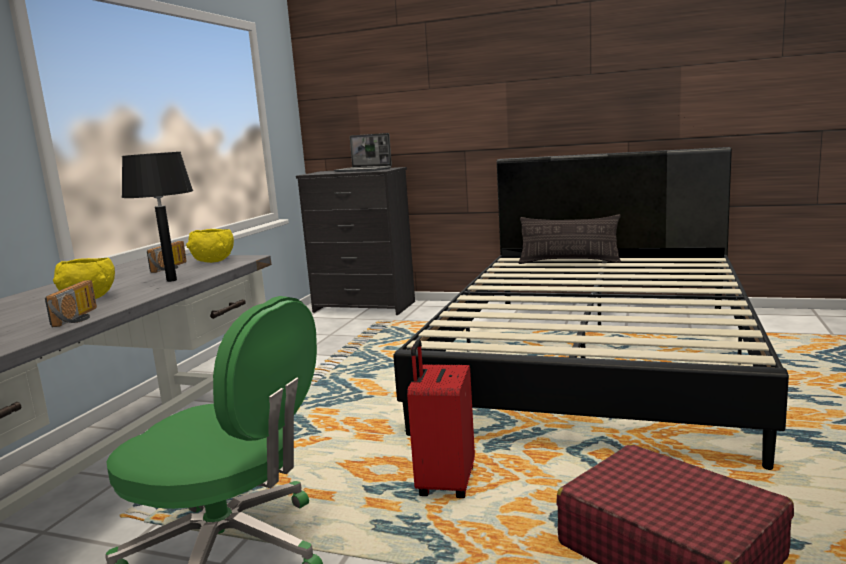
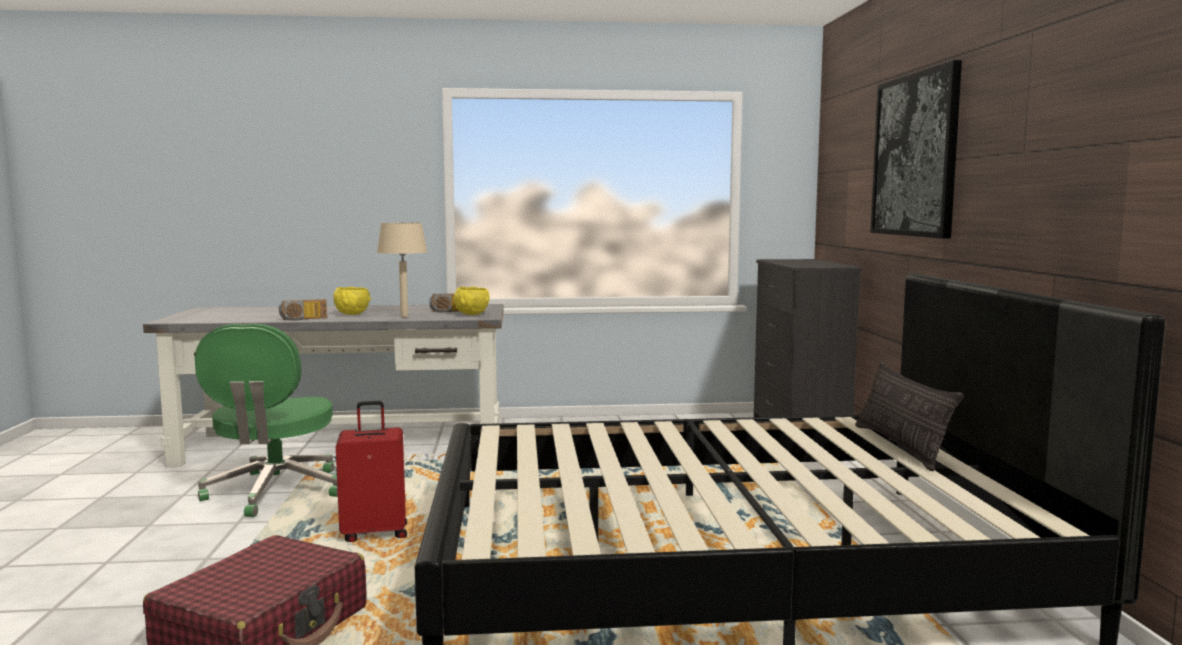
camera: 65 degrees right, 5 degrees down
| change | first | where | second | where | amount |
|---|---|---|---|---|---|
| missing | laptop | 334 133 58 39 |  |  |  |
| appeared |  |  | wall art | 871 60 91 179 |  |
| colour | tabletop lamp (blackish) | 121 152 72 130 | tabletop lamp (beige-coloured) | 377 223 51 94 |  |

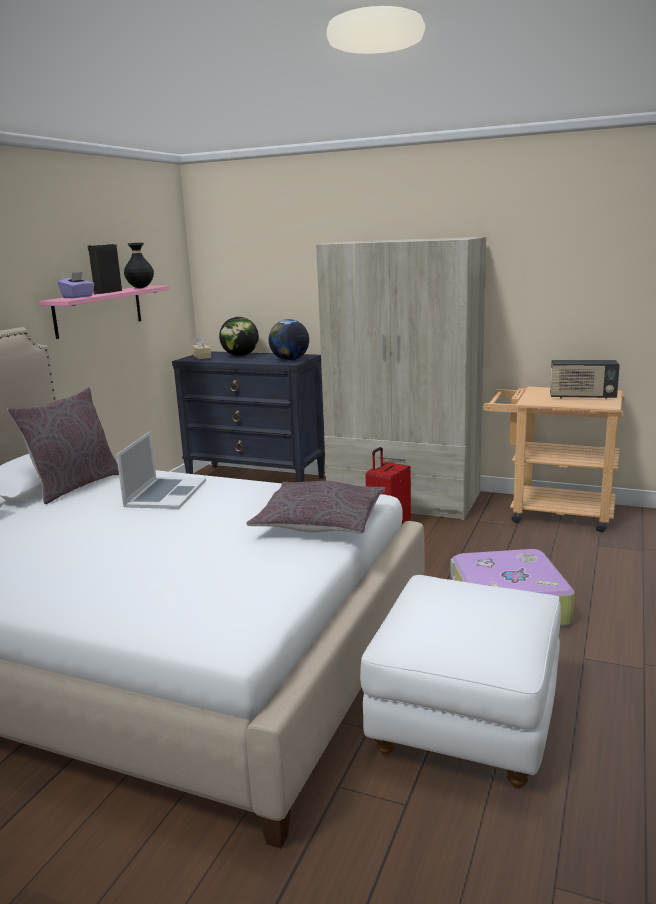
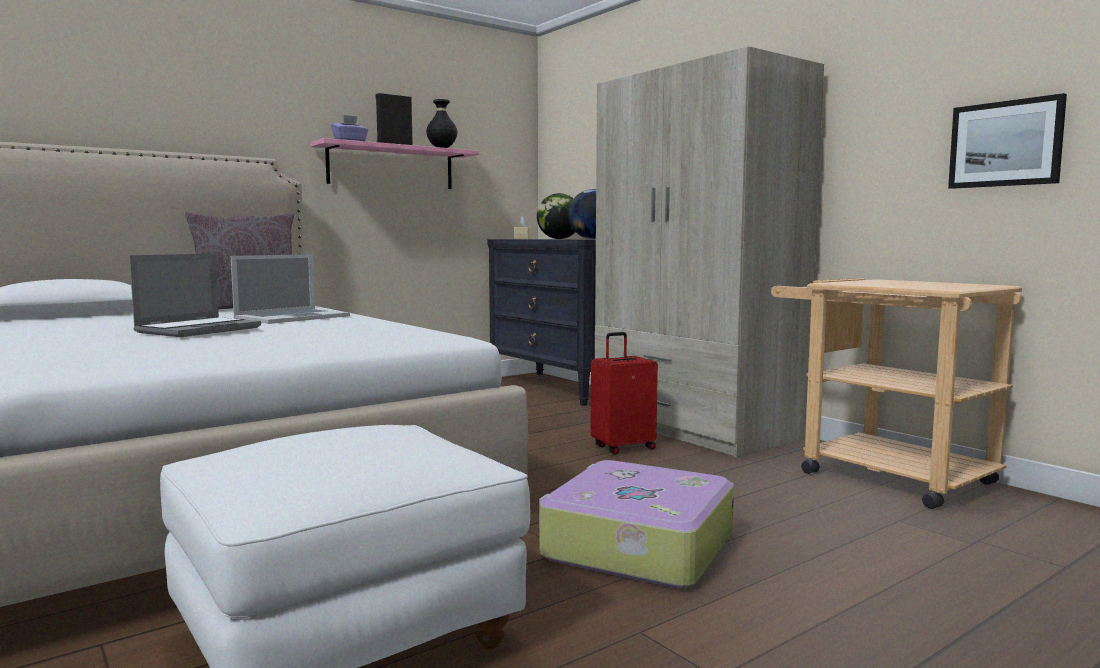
camera: 30 degrees right, 10 degrees down
| change | first | where | second | where | amount |
|---|---|---|---|---|---|
| missing | cushion (greyish) | 246 481 140 53 |  |  |  |
| missing | radio set | 550 360 70 39 |  |  |  |
| appeared |  |  | laptop | 129 254 132 83 |  |
| appeared |  |  | wall art | 948 93 119 96 |  |

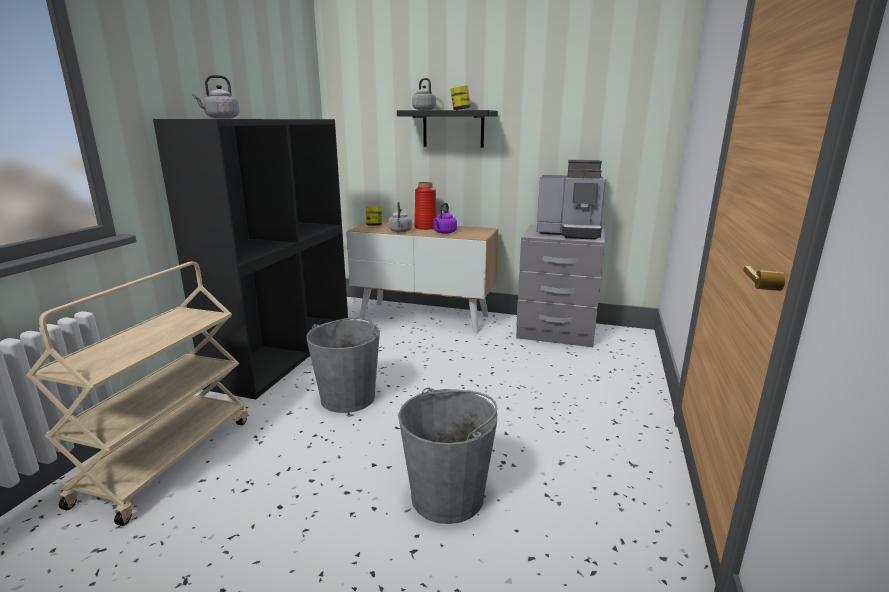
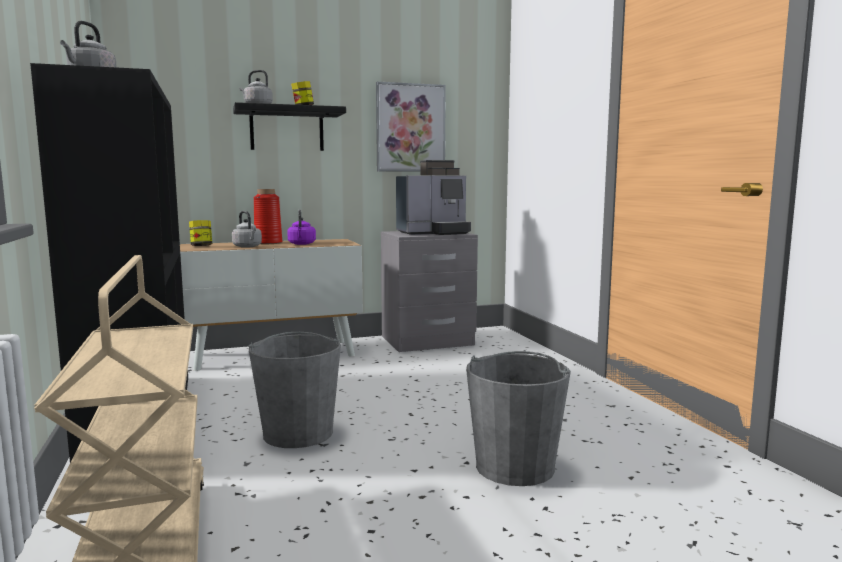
camera: 35 degrees left, 10 degrees down
| change | first | where | second | where | amount |
|---|---|---|---|---|---|
| appeared |  |  | wall art | 376 81 70 91 |  |

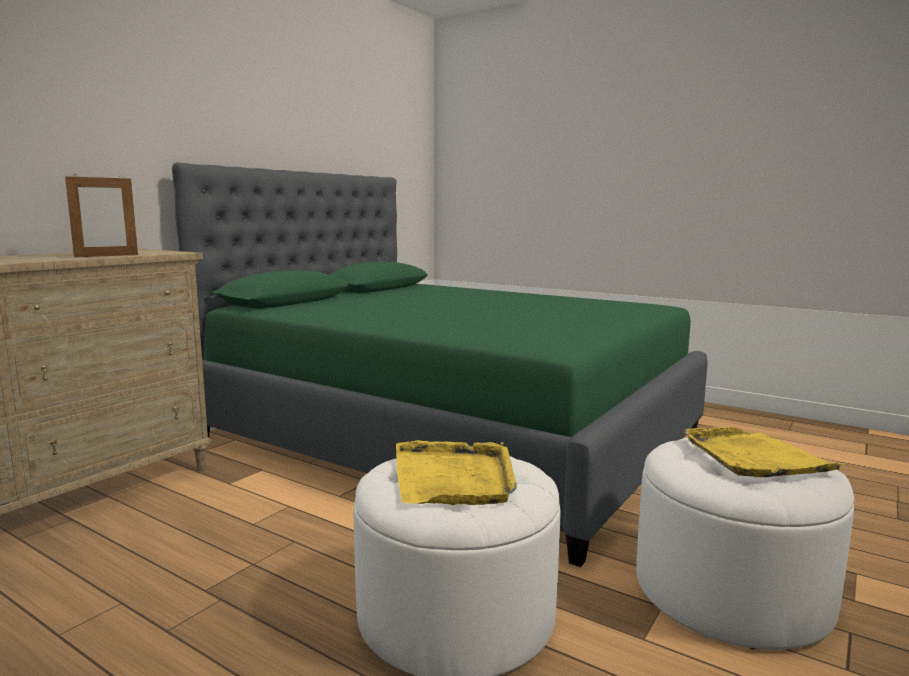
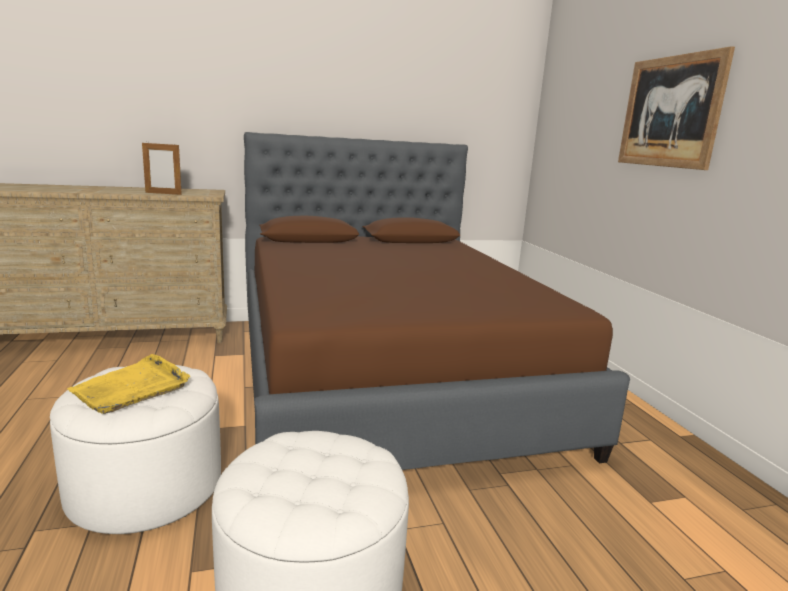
camera: 40 degrees right, 5 degrees up
| change | first | where | second | where | amount |
|---|---|---|---|---|---|
| missing | carrying tray (yellow-coloured) | 684 427 162 50 |  |  |  |
| appeared |  |  | wall art | 618 46 117 124 |  |
| colour | sleeping bed (greenish) | 172 162 536 405 | sleeping bed (brownish) | 244 132 386 338 |  |

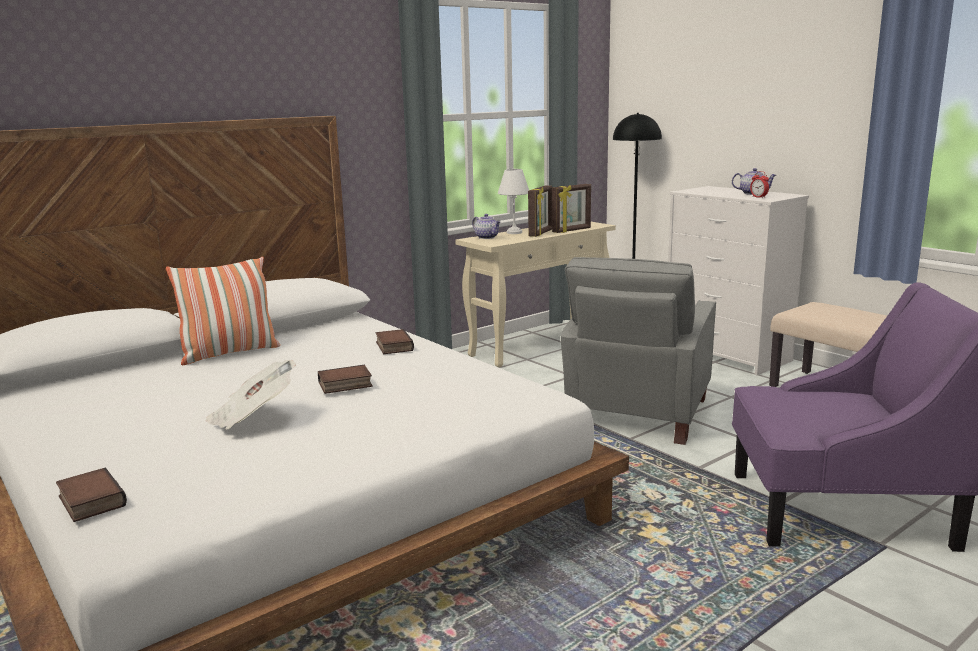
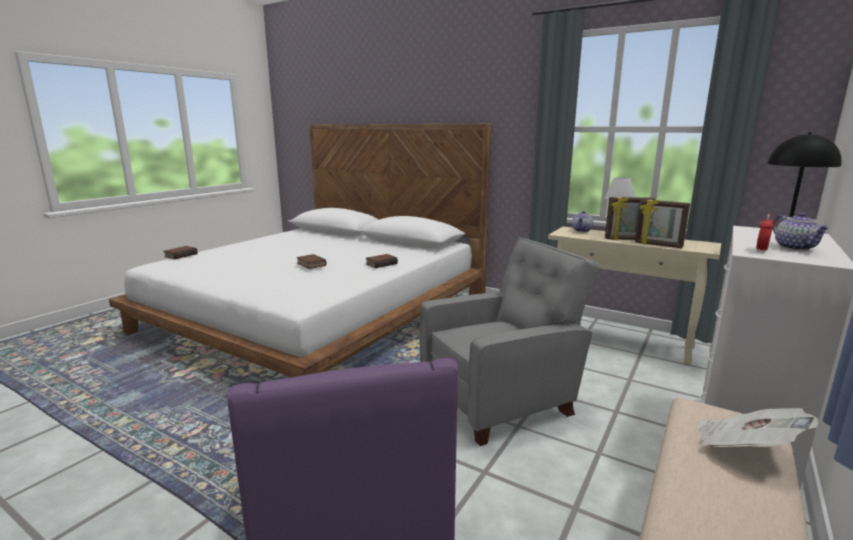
camera: 70 degrees right, 0 degrees up
| change | first | where | second | where | amount |
|---|---|---|---|---|---|
| missing | cushion | 166 257 114 108 |  |  |  |
| relocated | daily paper | 206 360 90 69 |  | 698 408 121 39 |  |
| spun | easy chair (greyish) | 561 257 155 188 |  | 420 237 179 209 | 150 degrees clockwise |

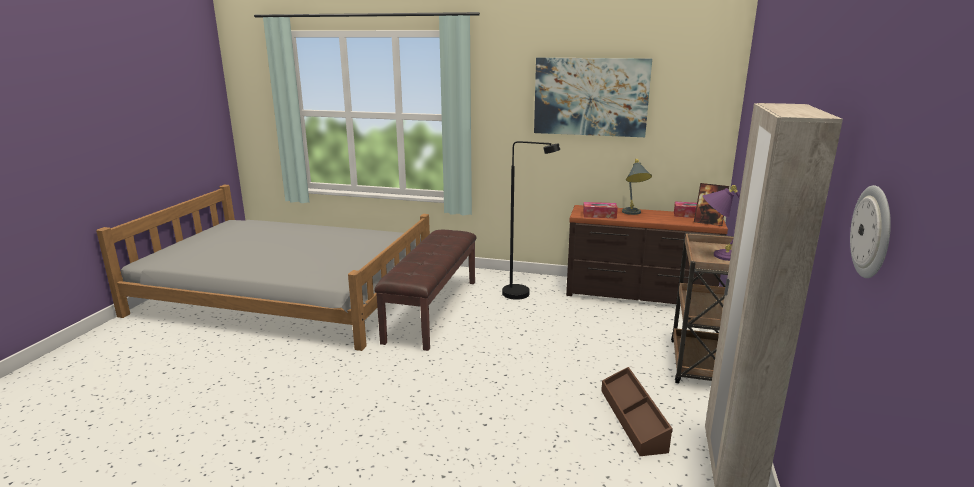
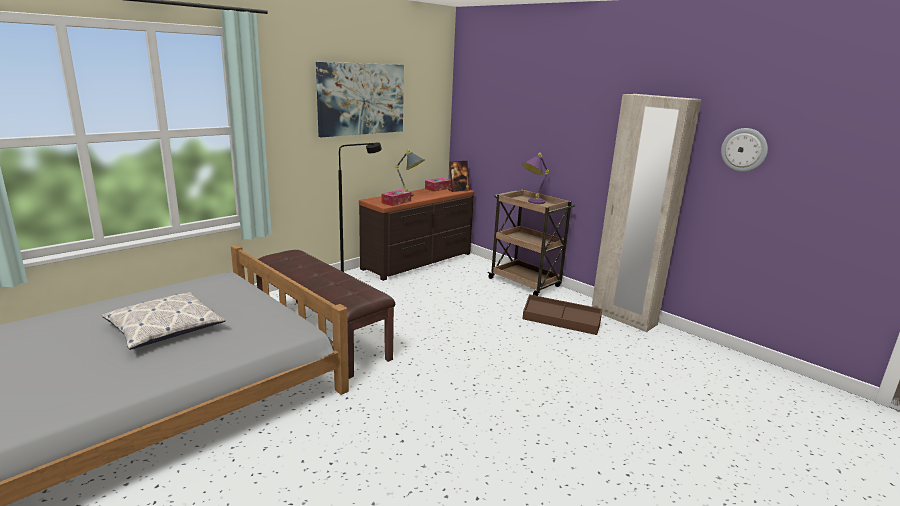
camera: 60 degrees left, 0 degrees up
| change | first | where | second | where | amount |
|---|---|---|---|---|---|
| appeared |  |  | cushion | 102 292 124 58 |  |

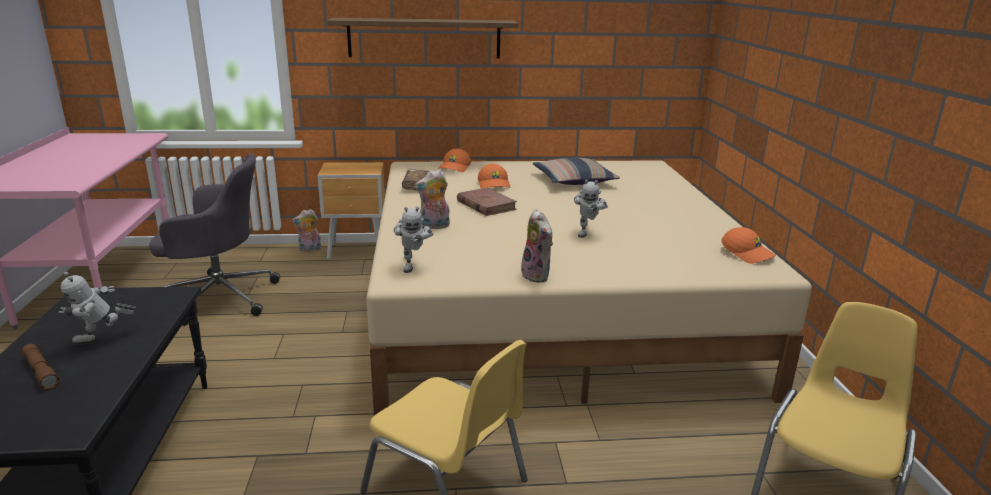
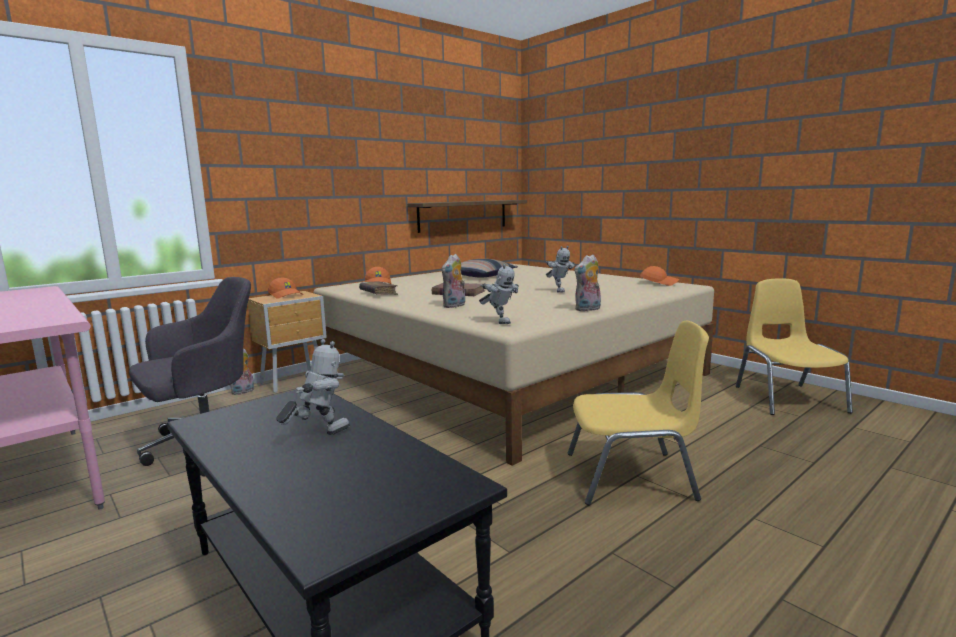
camera: 35 degrees left, 10 degrees down
| change | first | where | second | where | amount |
|---|---|---|---|---|---|
| missing | torch (brownish) | 22 344 37 46 |  |  |  |
| relocated | bracket shelf | 327 18 191 41 |  | 407 200 120 33 |  |
| relocated | peaked cap (orangey) | 478 164 33 24 |  | 268 278 35 21 |  |
| spun | model robot | 58 272 78 73 |  | 276 339 74 96 | 150 degrees counterclockwise |
| spun | cuddly toy | 519 209 34 73 |  | 574 254 27 57 | 120 degrees clockwise |

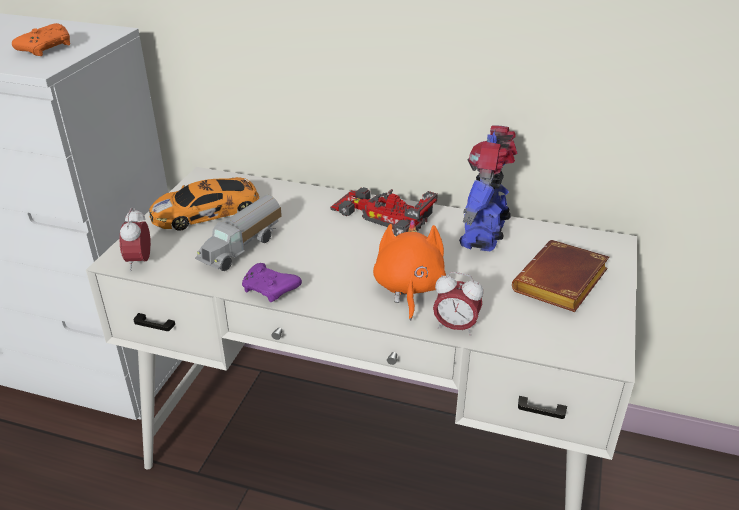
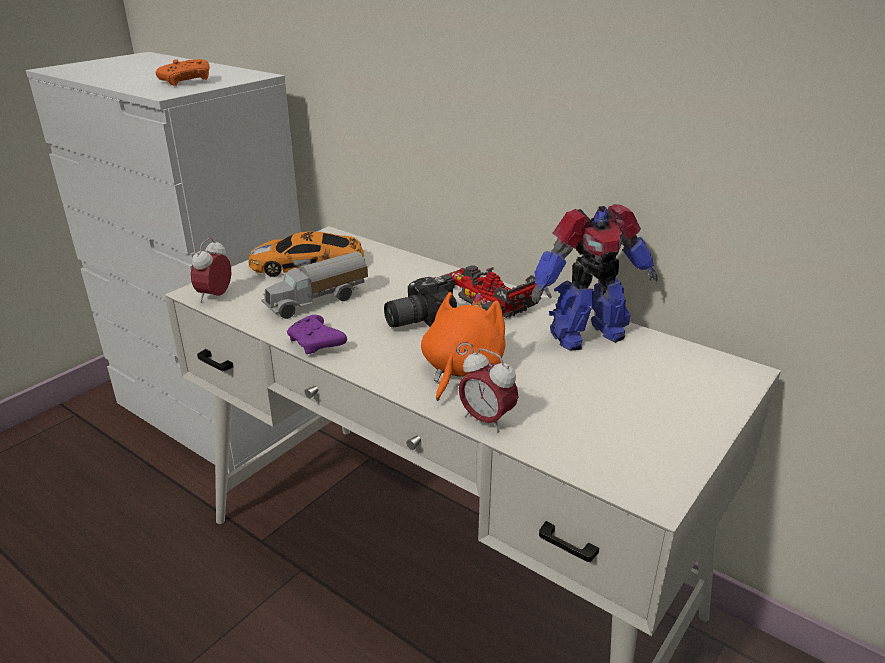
camera: 20 degrees right, 5 degrees down
| change | first | where | second | where | amount |
|---|---|---|---|---|---|
| missing | bound book (brownish) | 512 240 97 72 |  |  |  |
| appeared |  |  | photo camera | 384 277 73 50 |  |
| spun | model robot | 459 125 59 127 |  | 531 204 127 147 | 150 degrees counterclockwise |

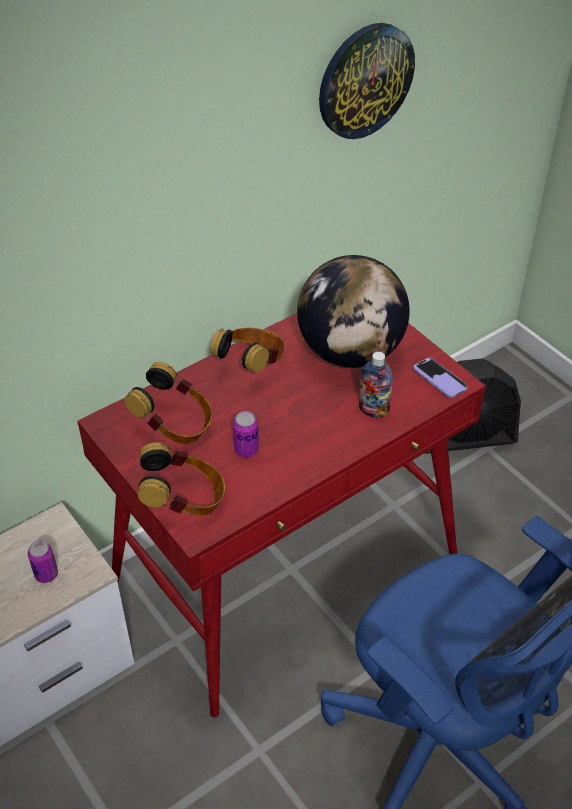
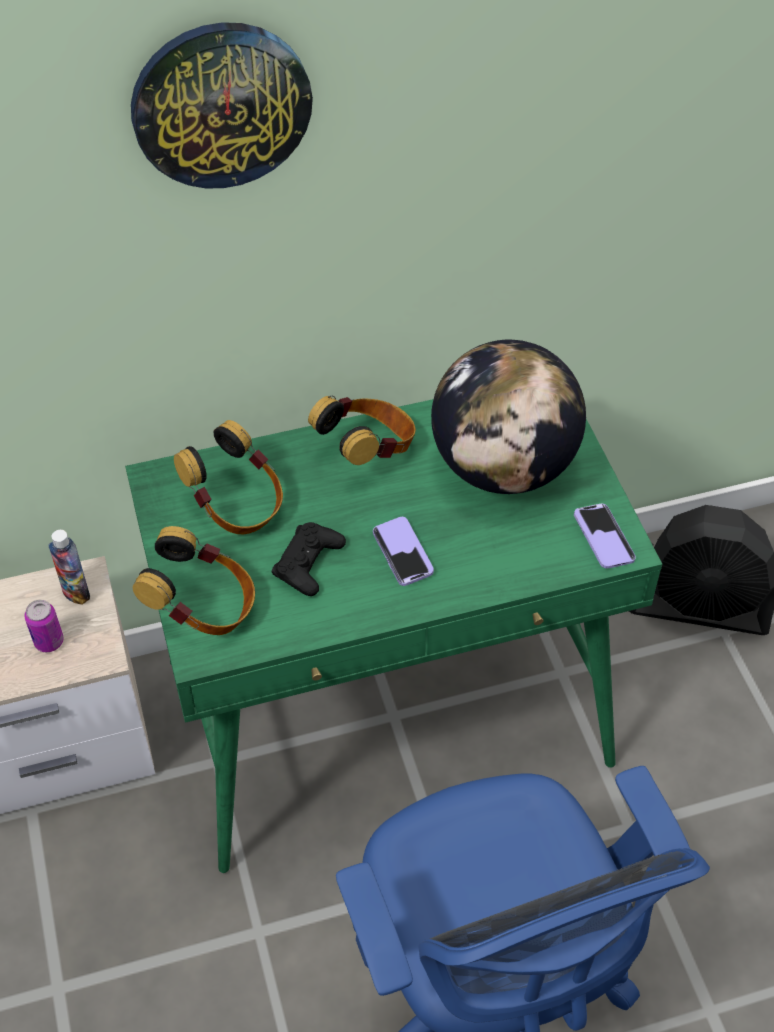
camera: 20 degrees right, 5 degrees up
| change | first | where | second | where | amount |
|---|---|---|---|---|---|
| appeared |  |  | telephone | 373 517 61 69 |  |
| relocated | clock on the wall | 319 23 96 116 |  | 131 22 182 166 |  |
| relocated | bottle | 359 352 34 66 |  | 49 530 41 75 |  |
| exchanged | can | 233 411 26 47 | joypad (blackish) | 272 522 74 74 |  |
| colour | desk unit (reddish) | 77 313 409 405 | desk unit (greenish) | 125 399 537 474 |  |

